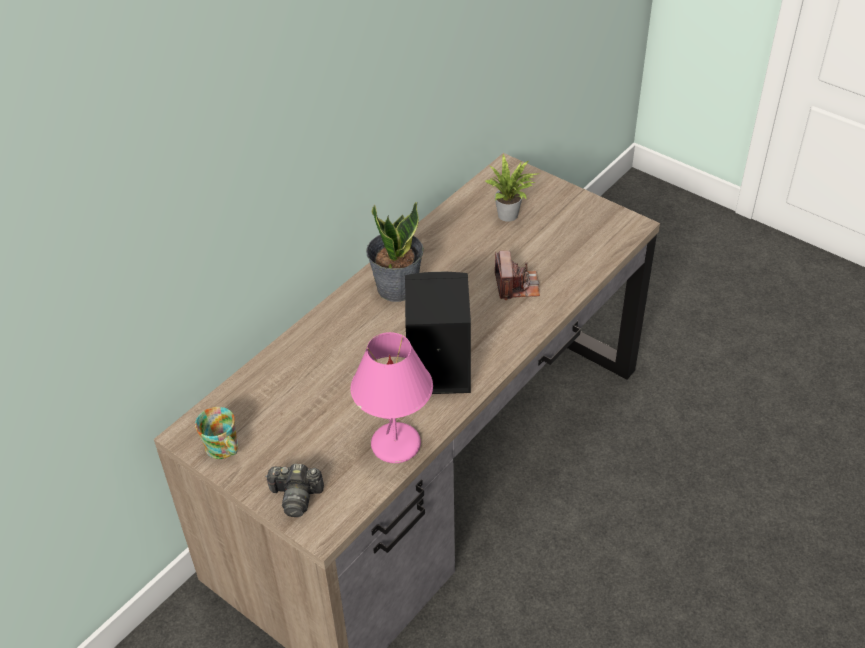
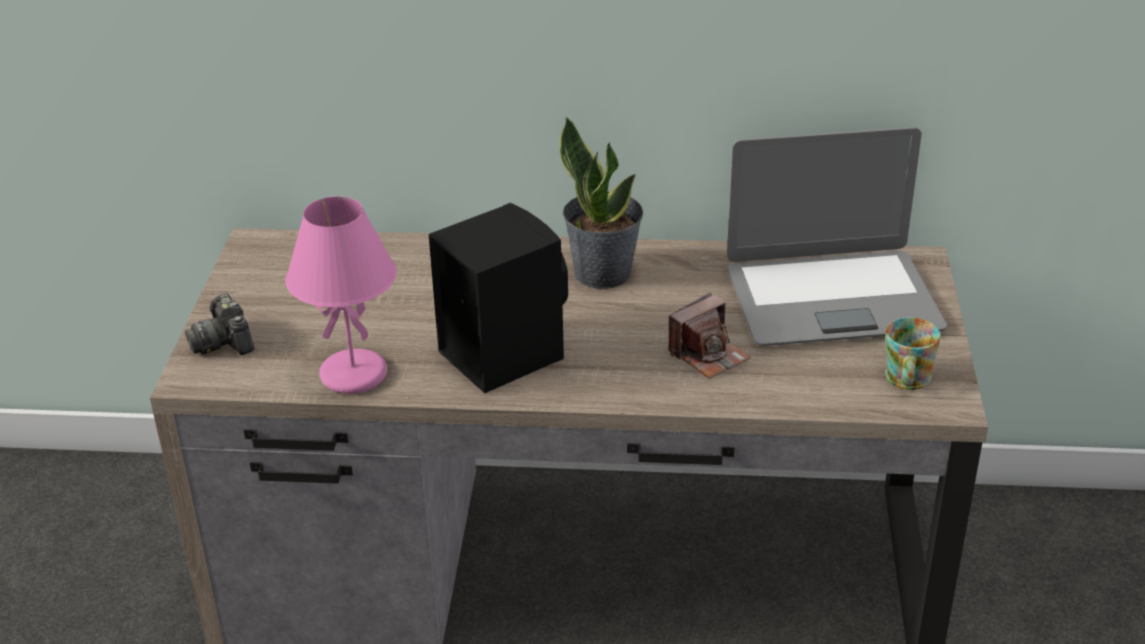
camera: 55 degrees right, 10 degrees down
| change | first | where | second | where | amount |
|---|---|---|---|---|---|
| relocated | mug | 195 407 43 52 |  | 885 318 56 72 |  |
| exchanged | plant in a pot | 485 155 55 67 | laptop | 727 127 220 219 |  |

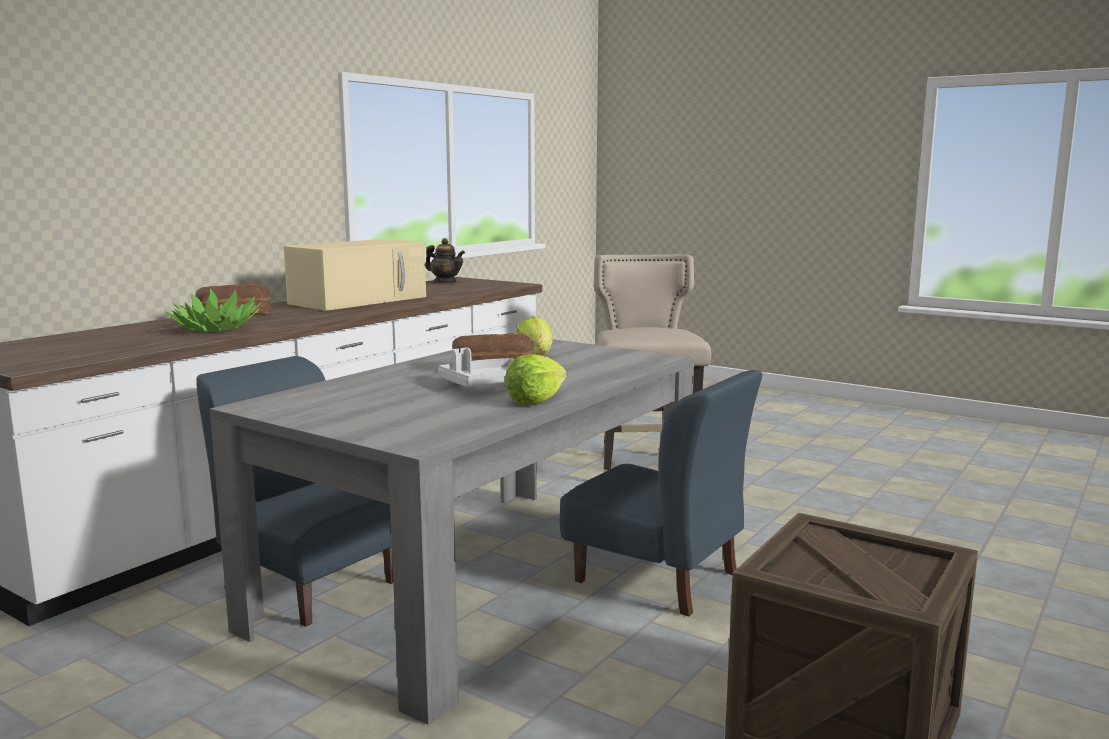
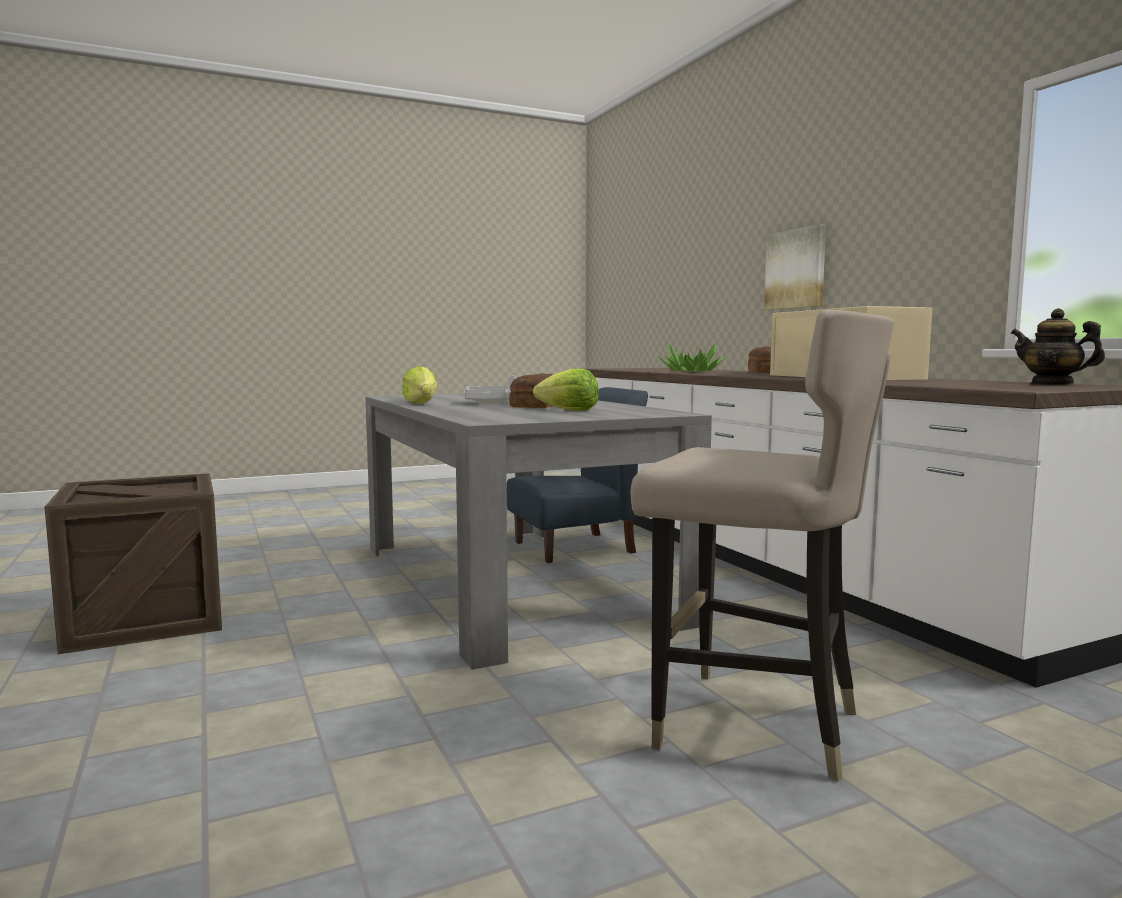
camera: 120 degrees right, 5 degrees down
| change | first | where | second | where | amount |
|---|---|---|---|---|---|
| missing | chair (blue) | 560 370 202 246 |  |  |  |
| appeared |  |  | wall art | 764 224 62 86 |  |
| spun | teapot | 425 238 40 45 |  | 1011 308 94 77 | 75 degrees clockwise |

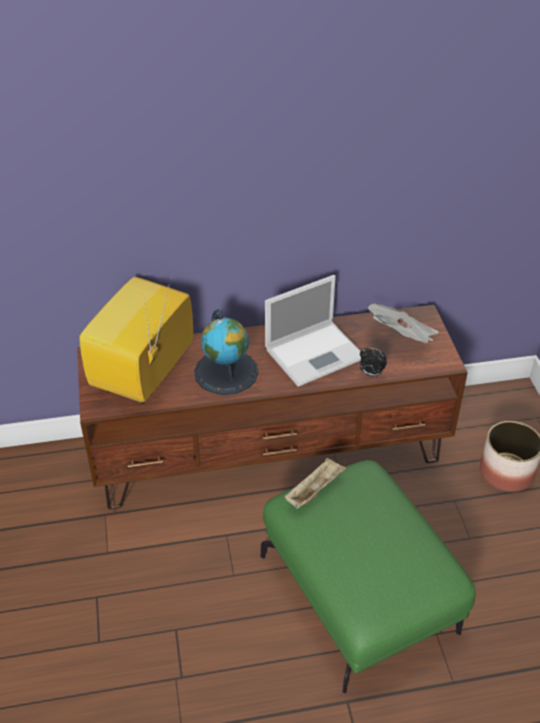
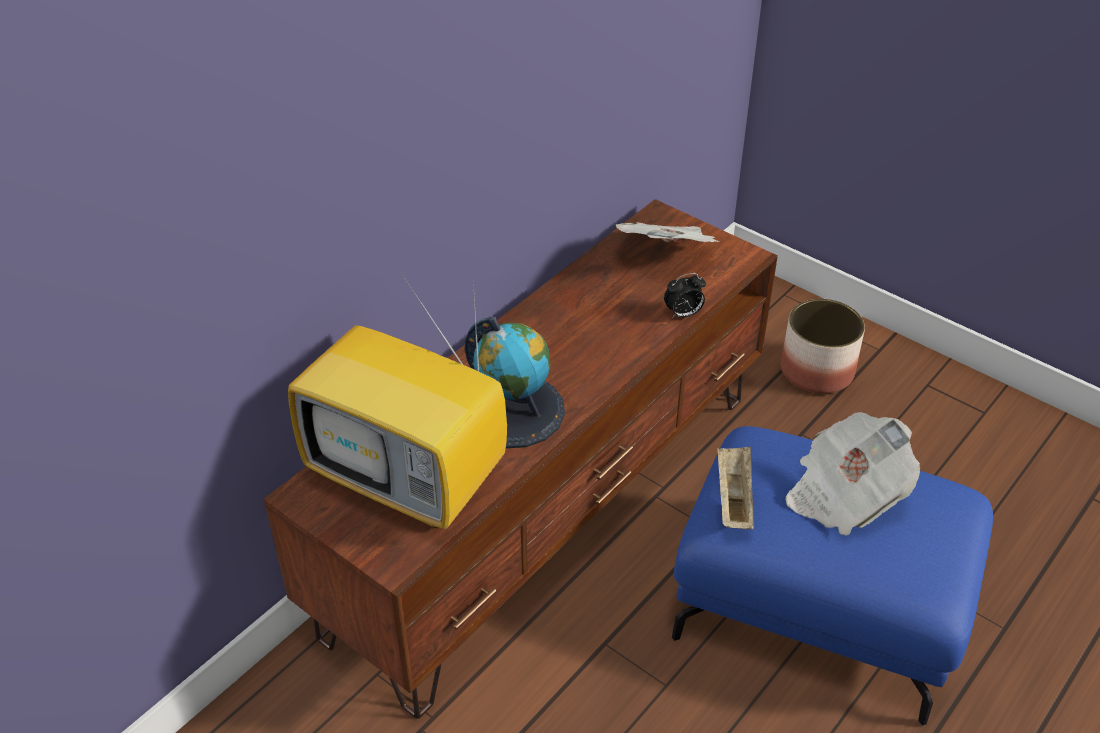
camera: 40 degrees left, 0 degrees up
| change | first | where | second | where | amount |
|---|---|---|---|---|---|
| missing | laptop | 265 275 96 112 |  |  |  |
| appeared |  |  | daily paper | 785 412 135 124 |  |
| colour | ottoman (greenish) | 261 460 215 234 | ottoman (blue) | 672 426 321 300 |  |
| spun | TV set | 79 277 114 127 |  | 288 282 219 247 | 45 degrees counterclockwise |

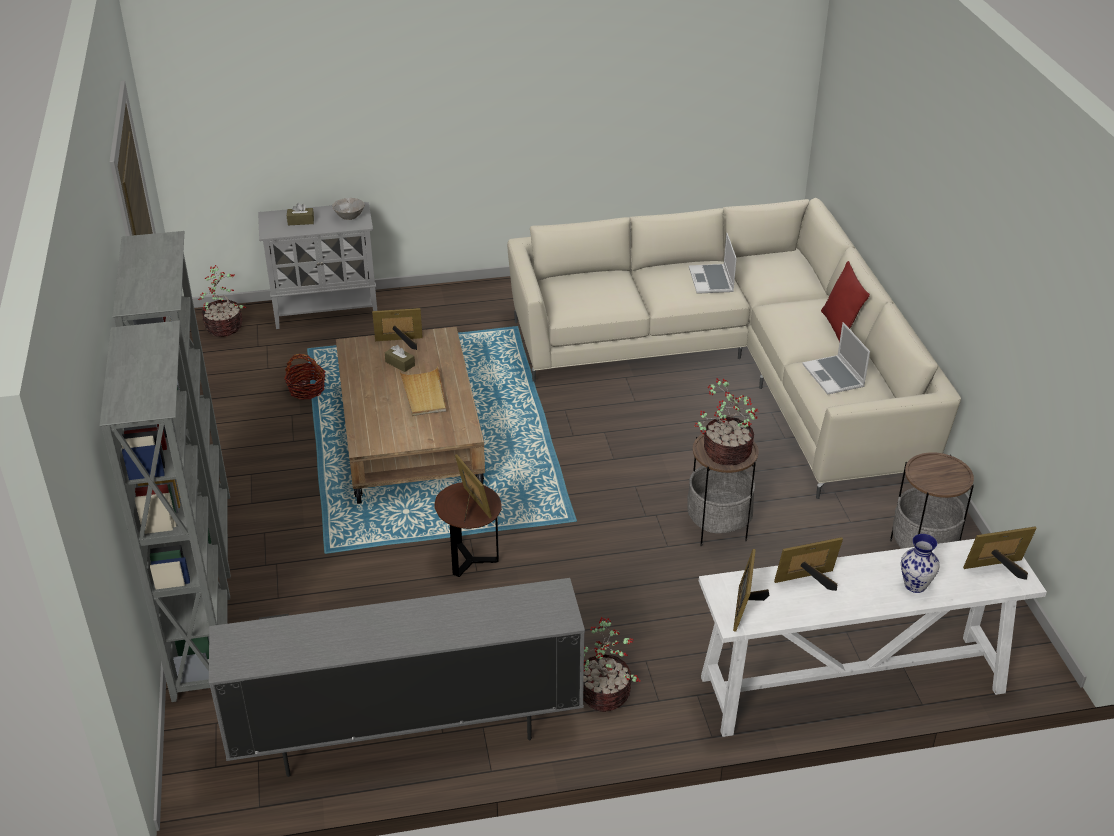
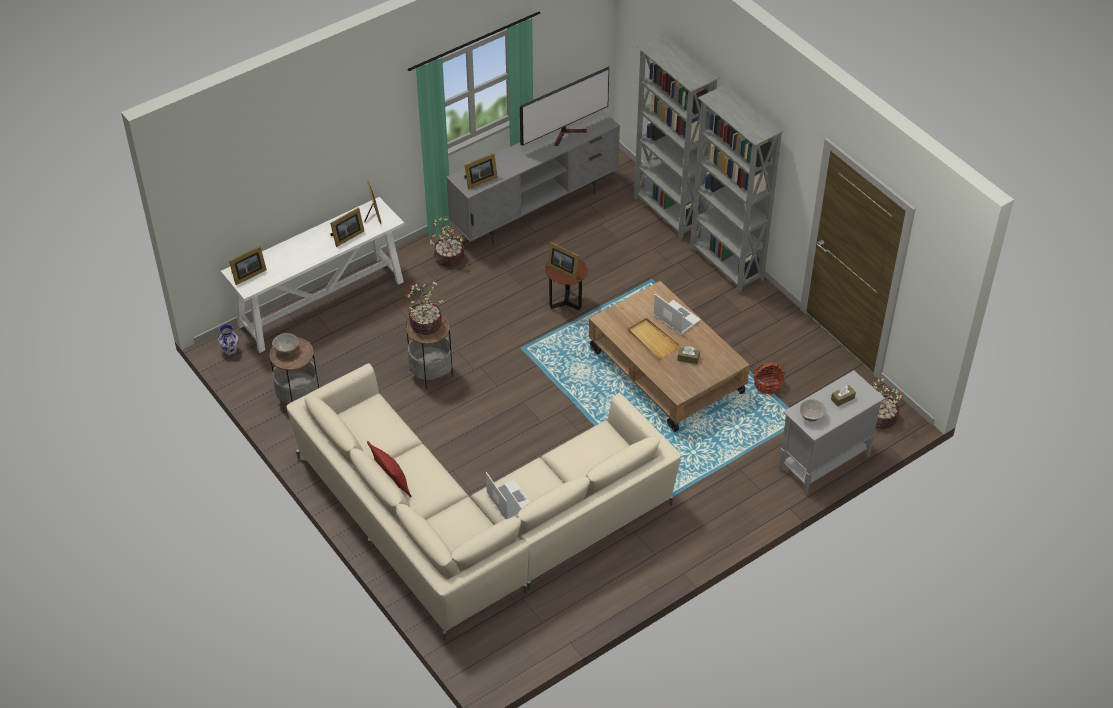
camera: 155 degrees right, 10 degrees up
| change | first | where | second | where | amount |
|---|---|---|---|---|---|
| appeared |  |  | bowl (greyish) | 272 333 26 21 |  |
| appeared |  |  | TV set | 520 67 89 79 |  |
| relocated | standing frame | 372 308 51 42 |  | 464 153 33 36 |  |
| relocated | laptop | 802 322 68 73 |  | 653 294 48 41 |  |
| relocated | flower vase | 901 534 39 59 |  | 218 324 21 31 |  |

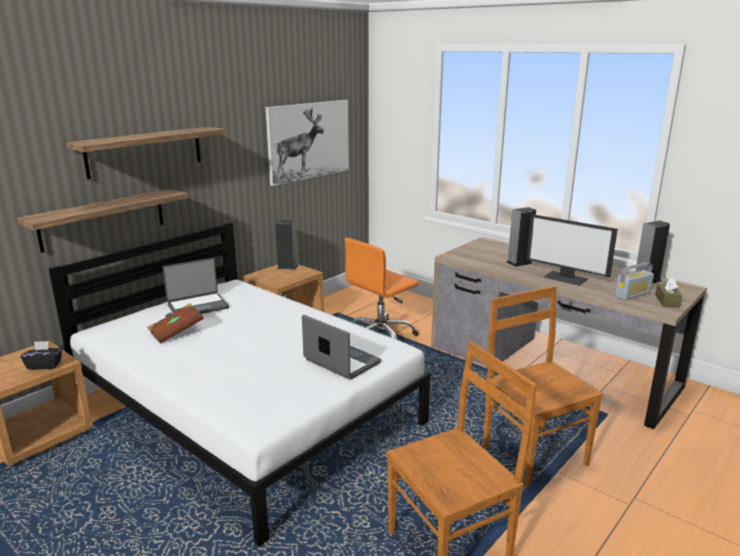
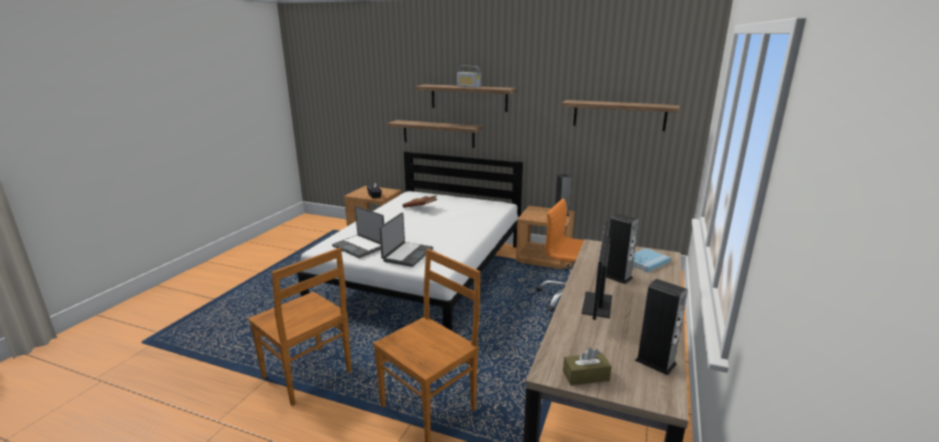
camera: 70 degrees right, 0 degrees up
| change | first | where | second | where | amount |
|---|---|---|---|---|---|
| appeared |  |  | bound book (blue) | 633 248 38 24 |  |
| relocated | laptop | 162 258 67 56 |  | 332 206 52 52 |  |
| relocated | radio set | 615 262 39 38 |  | 457 66 24 22 |  |
| exchanged | wall art | 266 100 83 86 | bracket shelf | 562 100 118 31 |  |

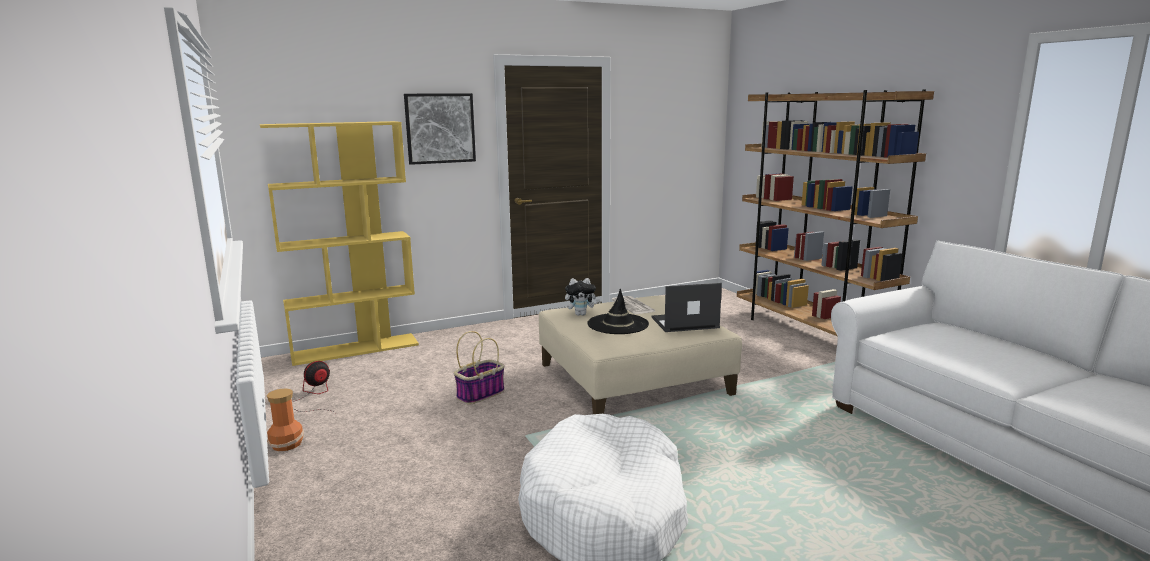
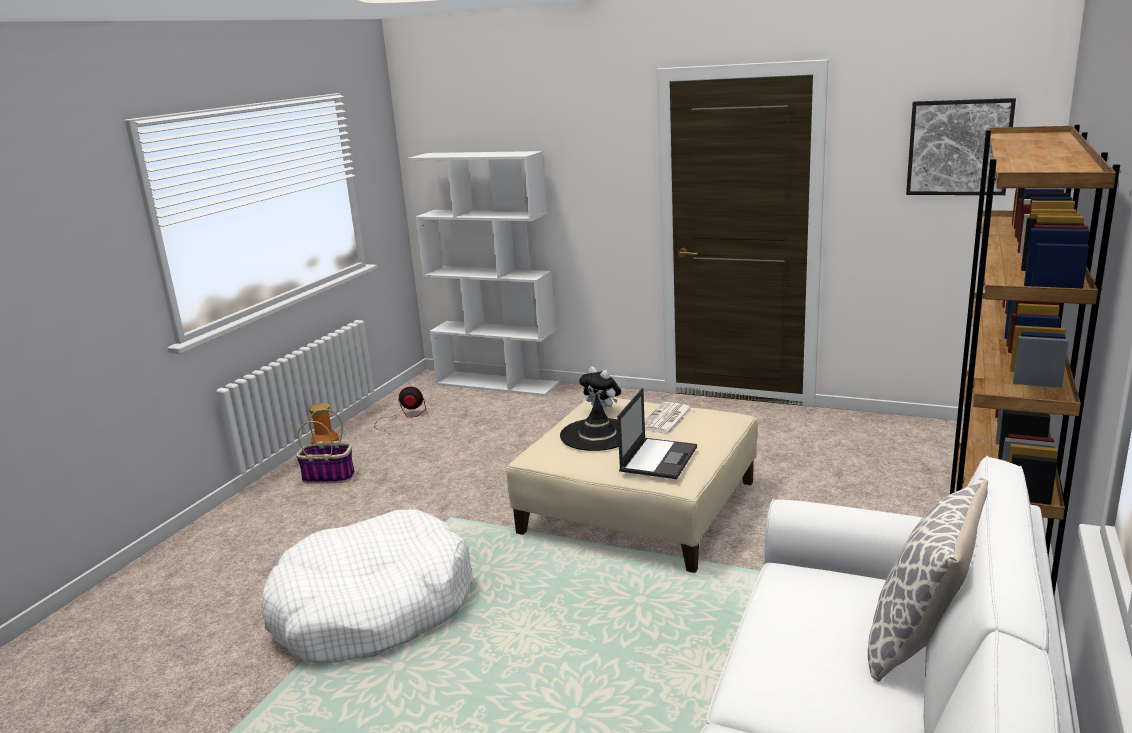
camera: 50 degrees right, 5 degrees up
| change | first | where | second | where | amount |
|---|---|---|---|---|---|
| appeared |  |  | cushion | 868 477 120 205 |  |
| relocated | wall art | 404 93 72 72 |  | 906 98 110 97 |  |
| relocated | household basket | 454 331 51 74 |  | 296 409 59 74 |  |
| colour | bookcase (yellow-coloured) | 260 121 159 245 | bookcase (white-coloured) | 408 151 151 245 |  |
| spun | laptop | 651 283 71 49 |  | 617 388 80 91 | 75 degrees clockwise |

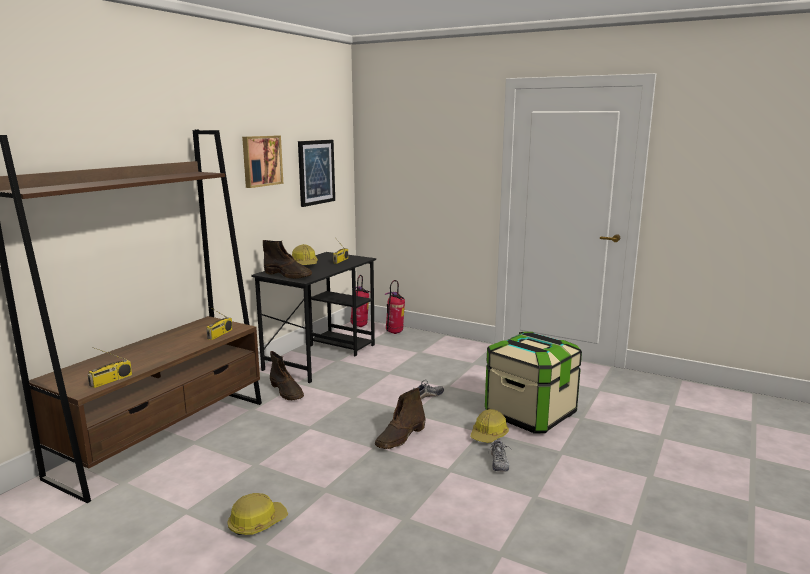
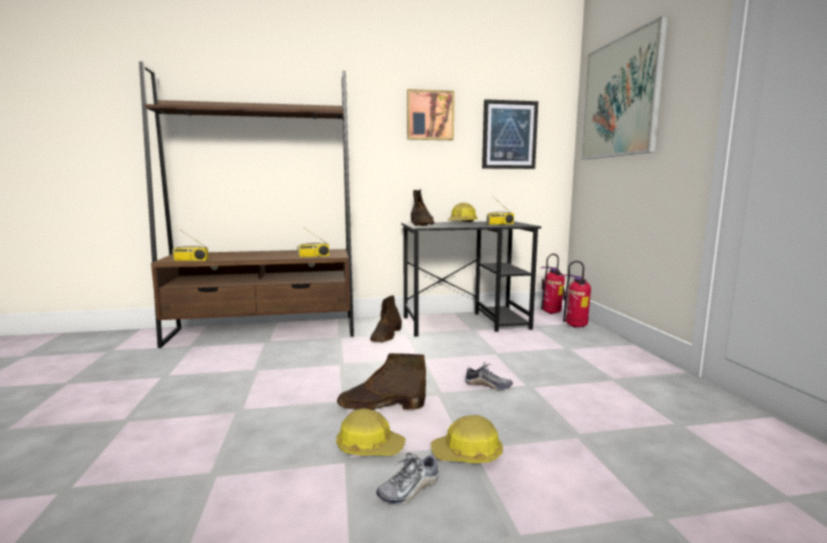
camera: 50 degrees right, 5 degrees down
| change | first | where | second | where | amount |
|---|---|---|---|---|---|
| missing | storage box | 485 332 97 102 |  |  |  |
| appeared |  |  | wall art | 581 16 87 144 |  |
| relocated | safety helmet | 227 493 61 42 |  | 336 408 70 48 |  |

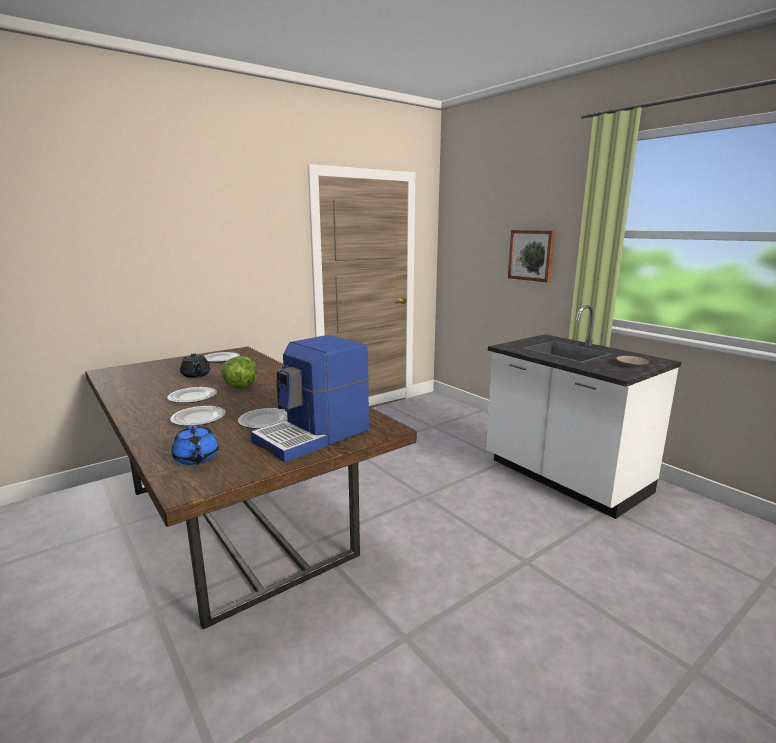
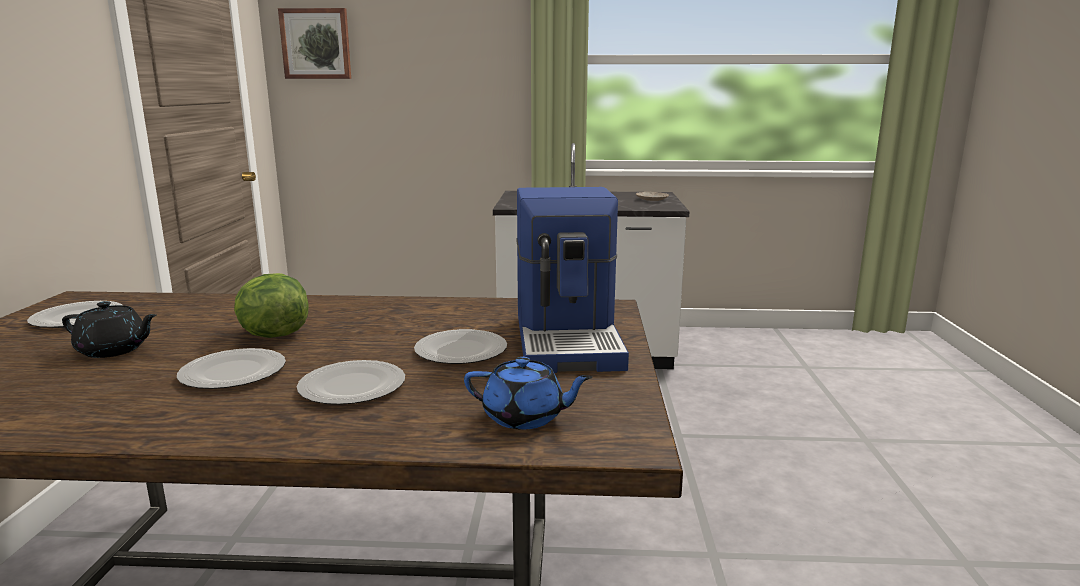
camera: 50 degrees left, 0 degrees up
| change | first | where | second | where | amount |
|---|---|---|---|---|---|
| relocated | wall art | 508 230 47 52 |  | 278 8 73 71 |  |

